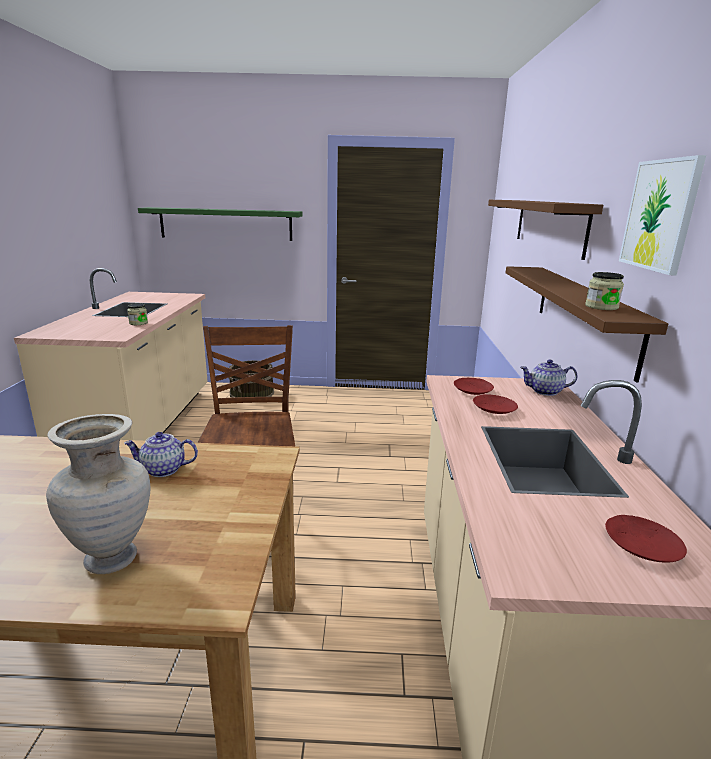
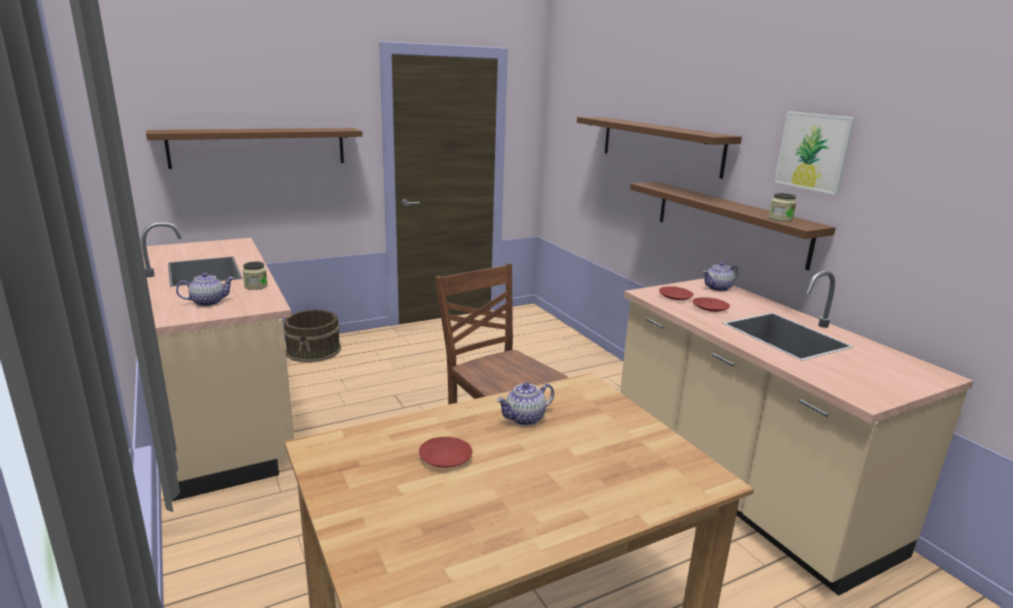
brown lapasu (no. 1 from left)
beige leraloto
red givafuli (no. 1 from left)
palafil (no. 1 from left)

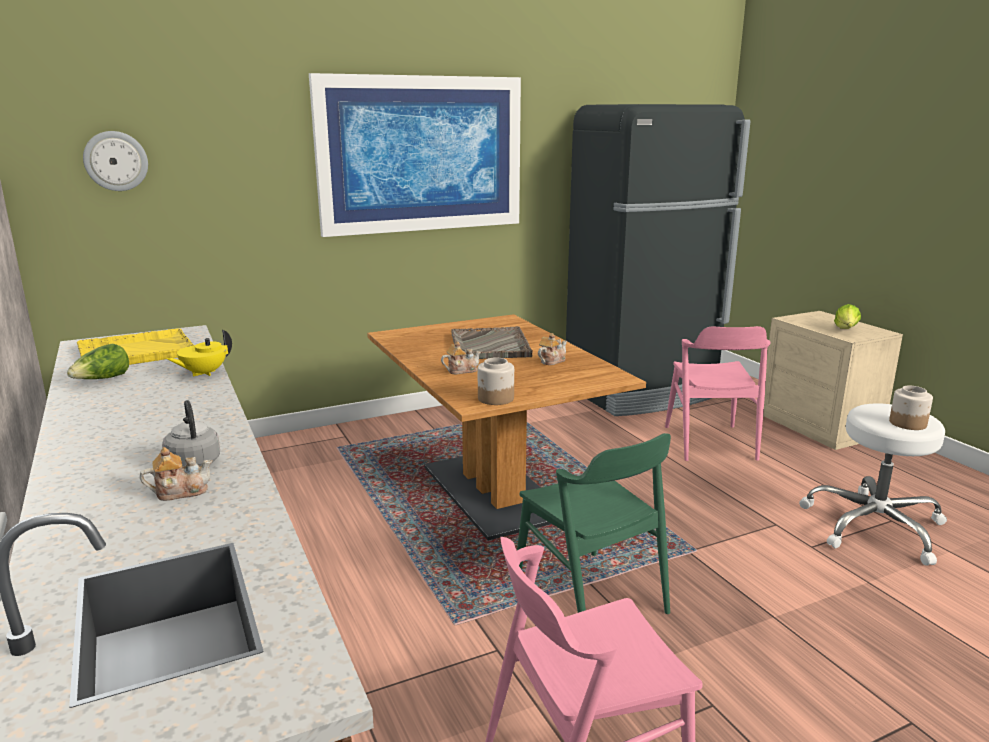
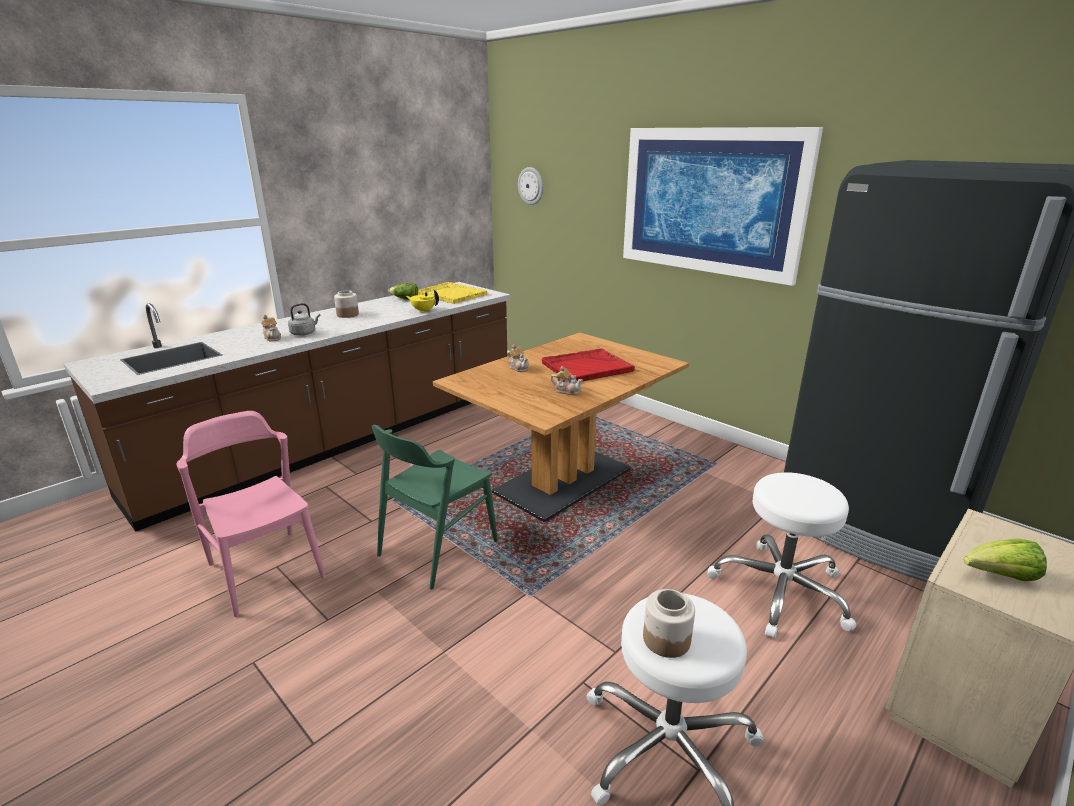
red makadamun
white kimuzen (no. 2 from left)
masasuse (no. 1 from left)

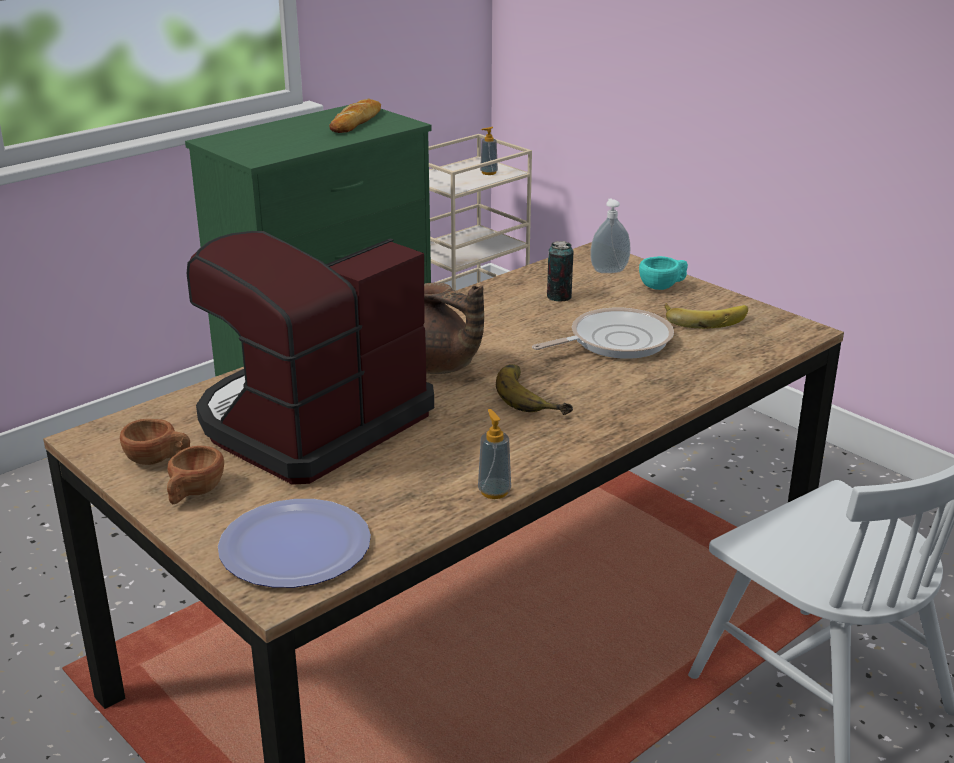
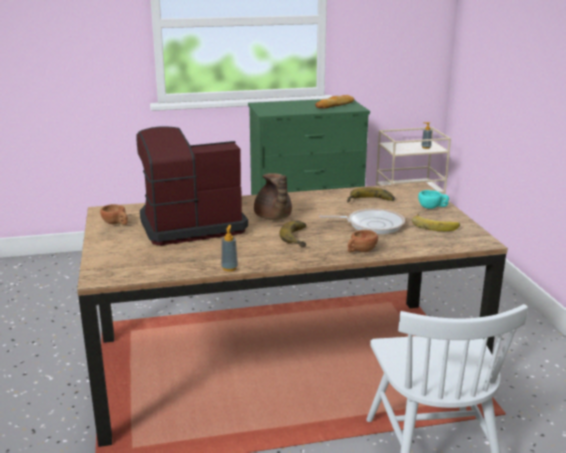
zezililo (no. 3 from left in the first image)
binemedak (no. 2 from left)
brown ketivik (no. 2 from left)
givafuli

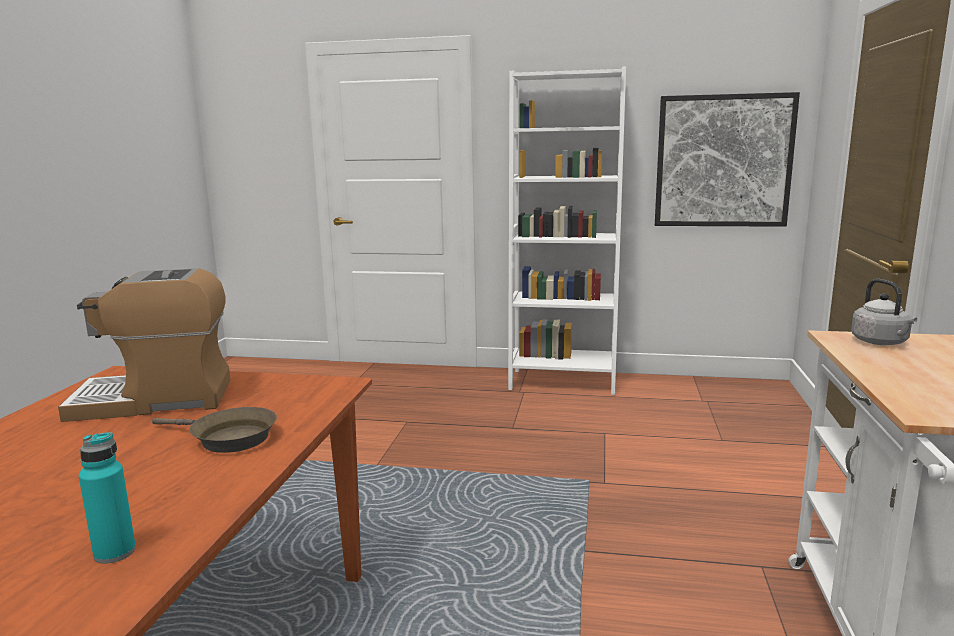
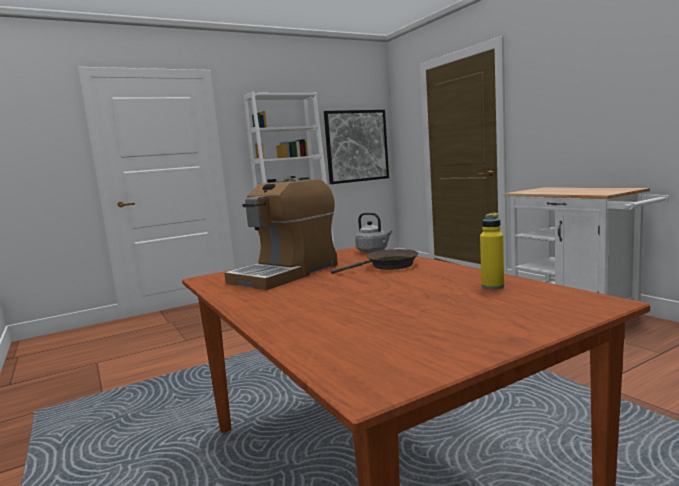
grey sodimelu
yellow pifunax

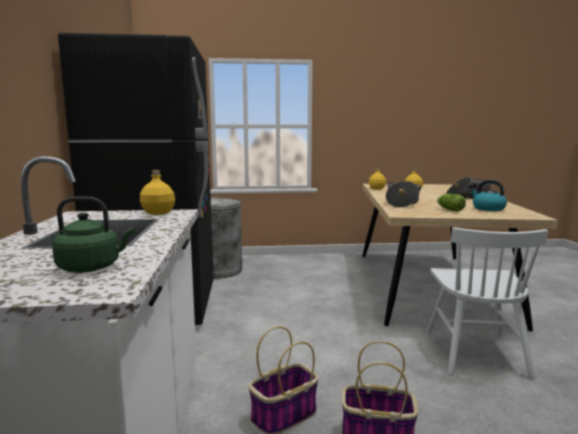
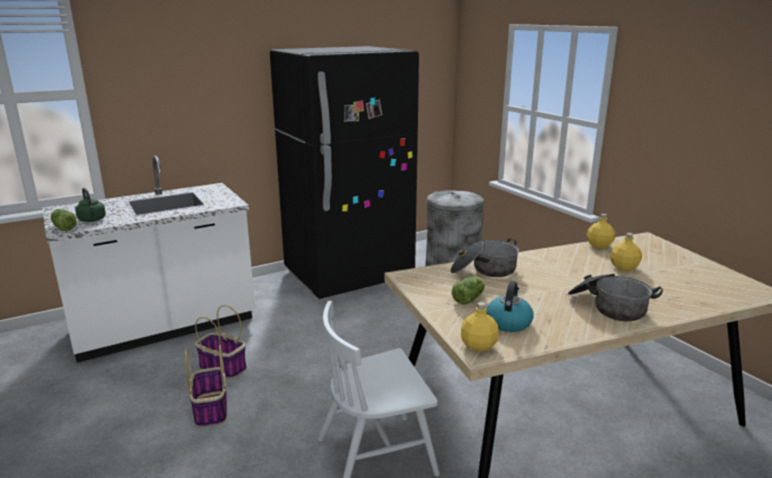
yellow pifunax (no. 1 from left)
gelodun (no. 1 from left)

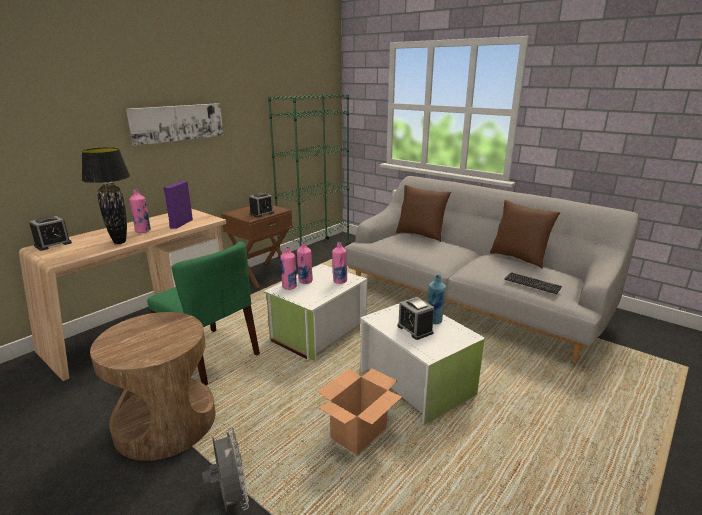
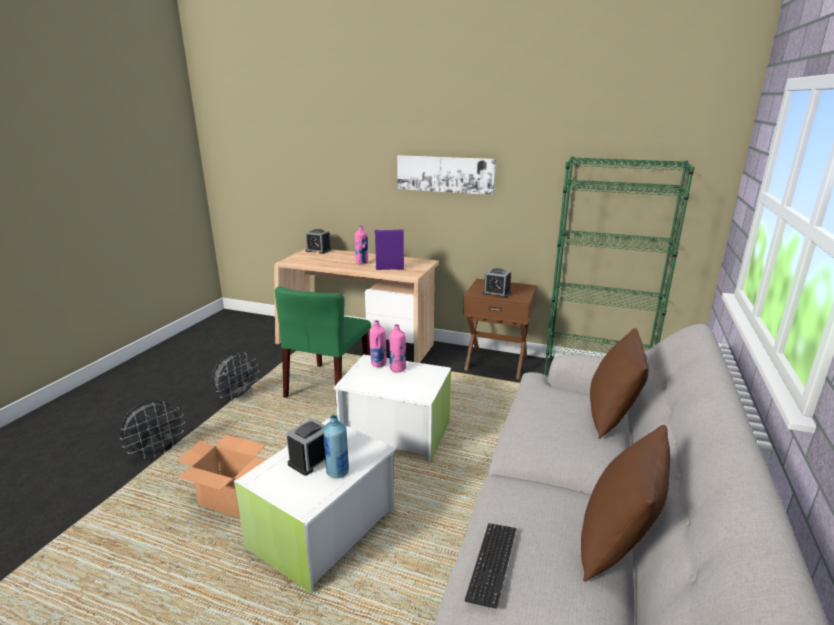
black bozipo
pink pifunax (no. 4 from left in the first image)
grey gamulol (no. 2 from left)

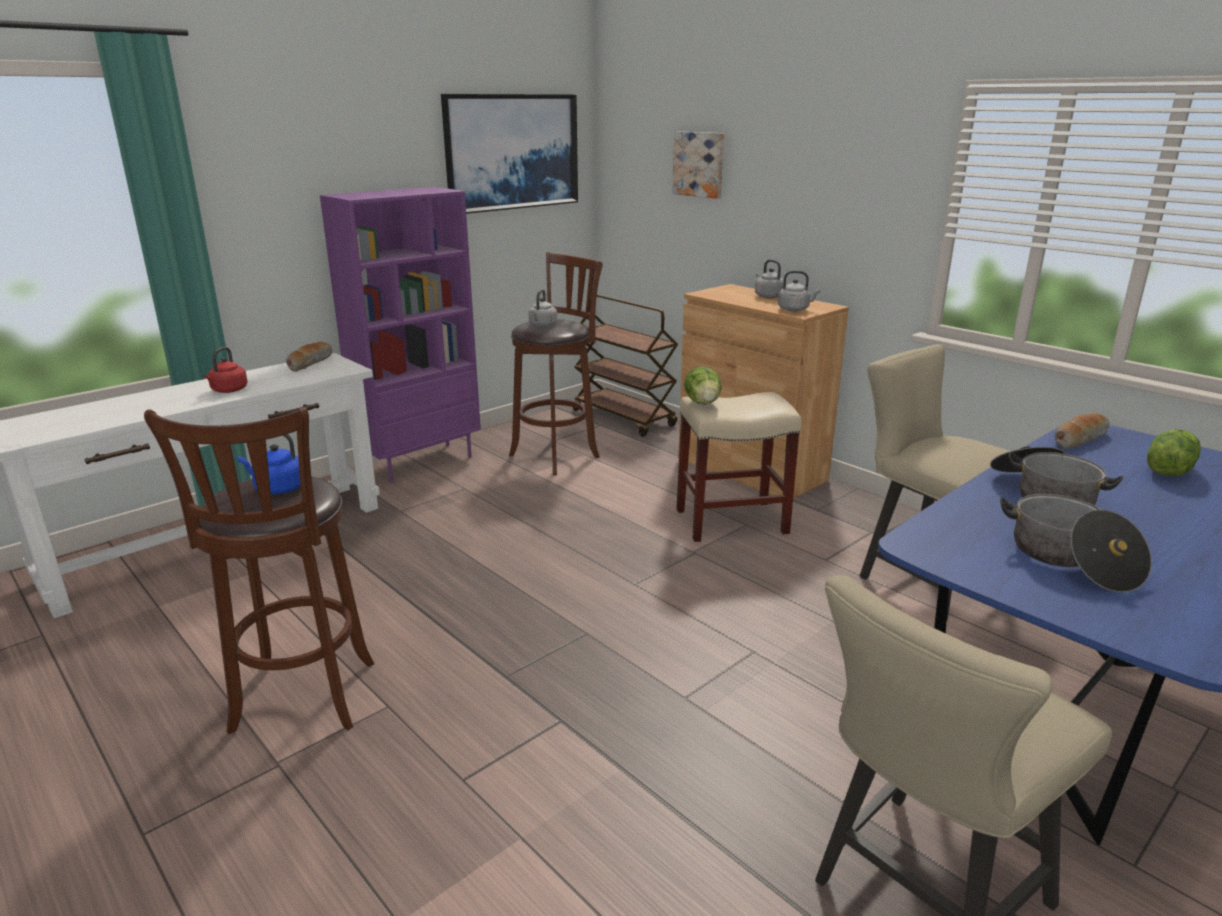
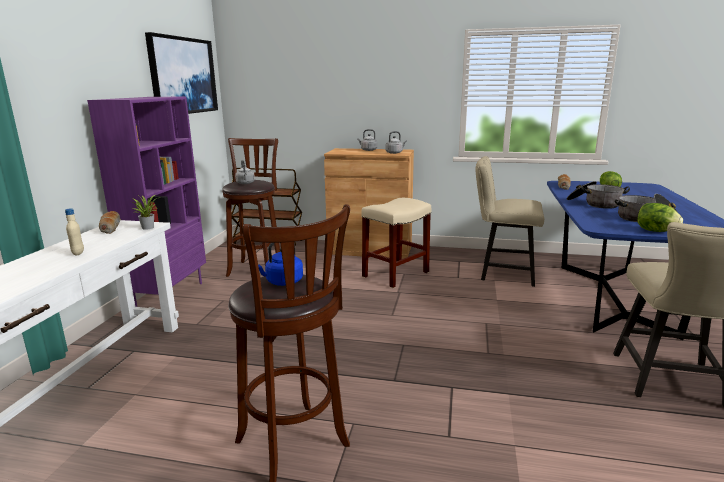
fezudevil (no. 2 from left in the first image)
beige pifunax
gelodun (no. 2 from left)
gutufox

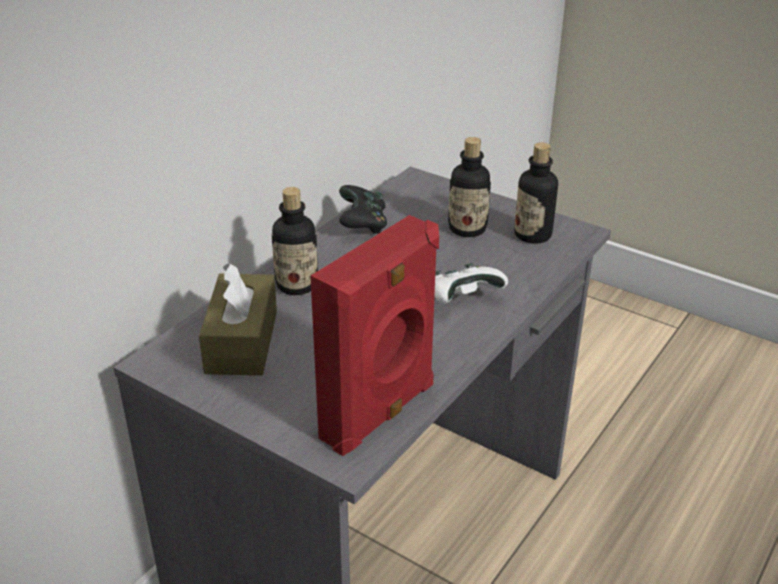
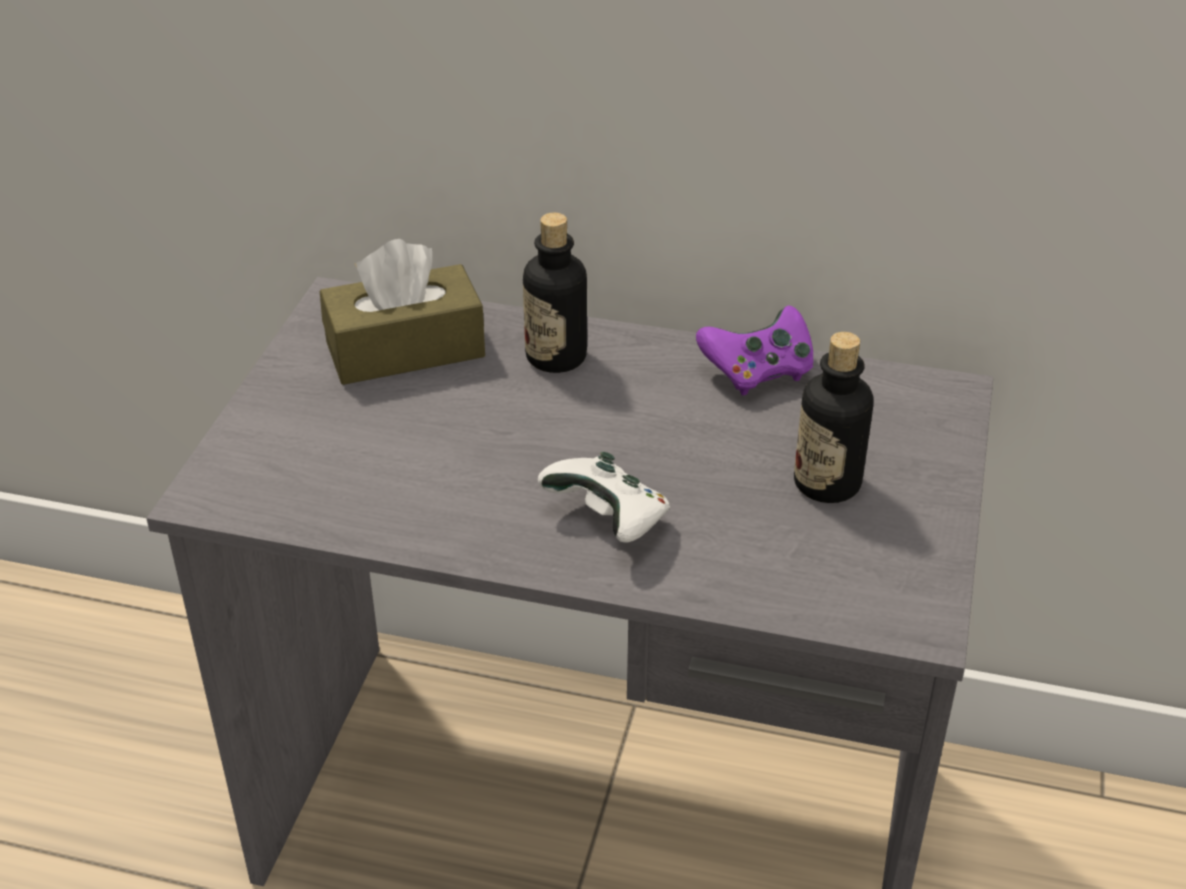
pifunax (no. 3 from left in the first image)
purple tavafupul
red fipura

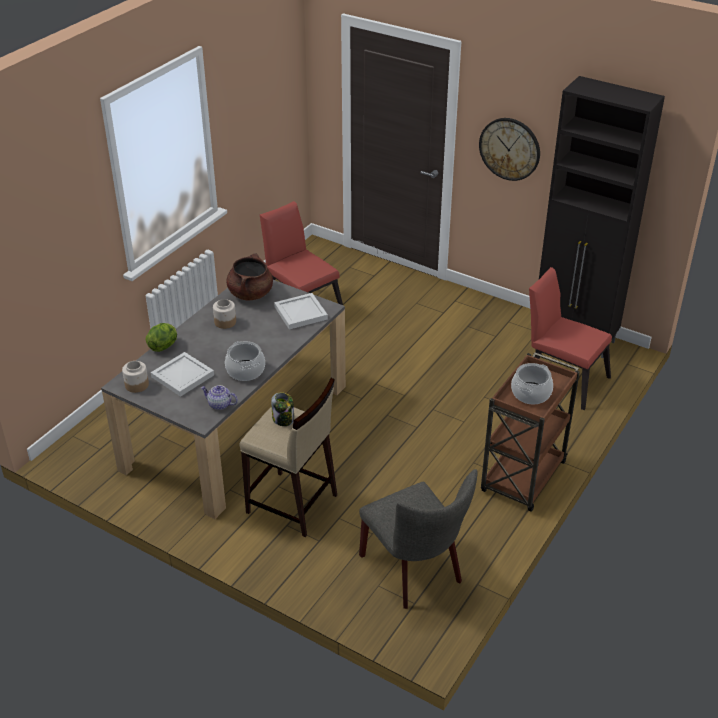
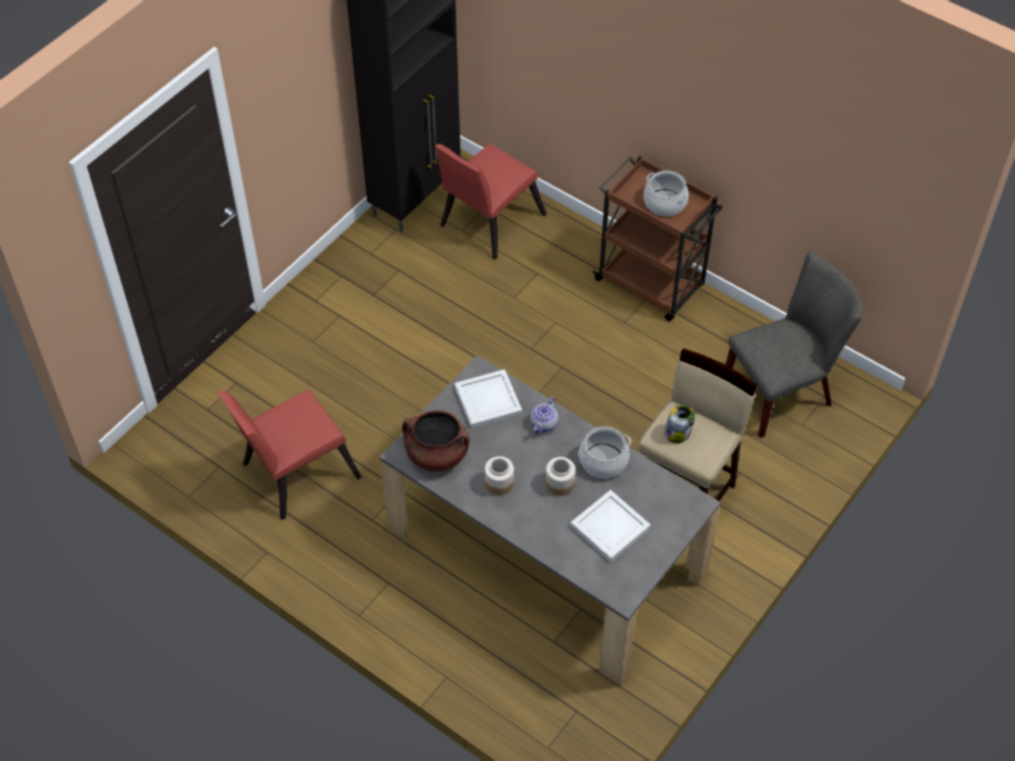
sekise
gelodun
masasuse (no. 2 from left)
palafil

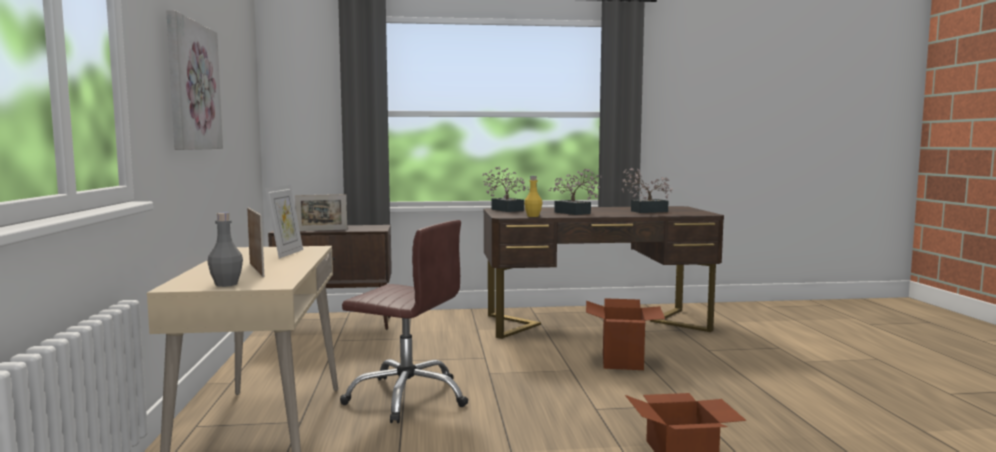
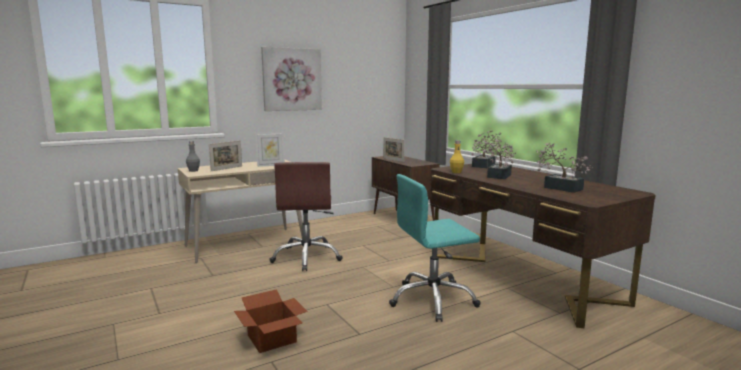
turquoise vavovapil

